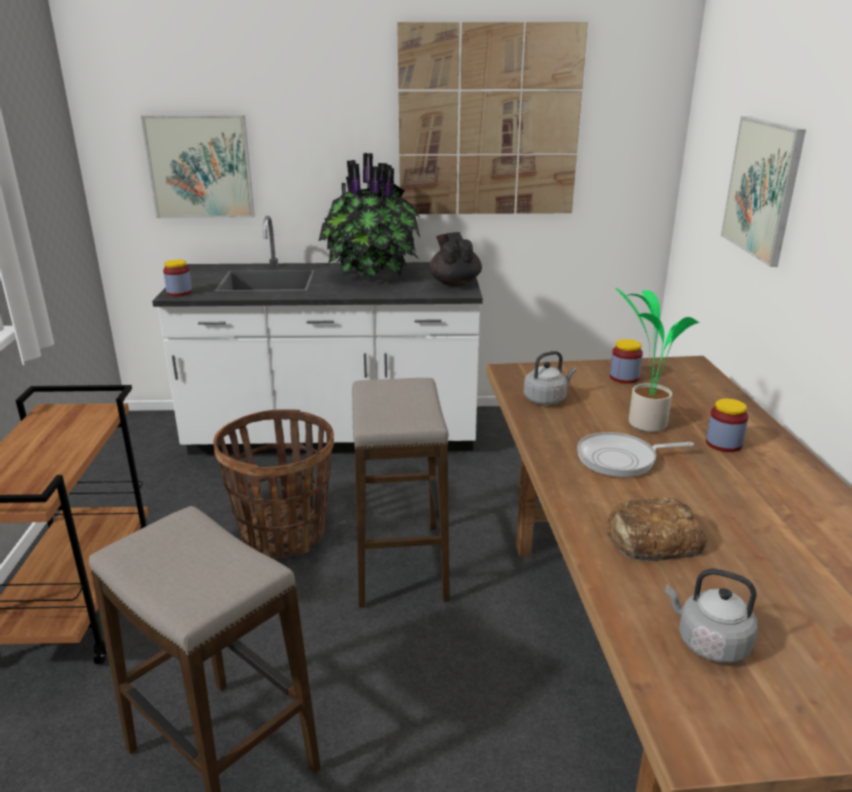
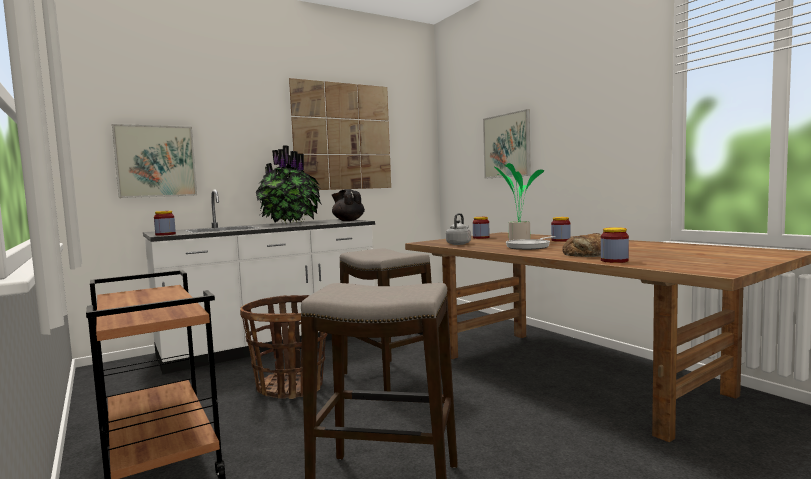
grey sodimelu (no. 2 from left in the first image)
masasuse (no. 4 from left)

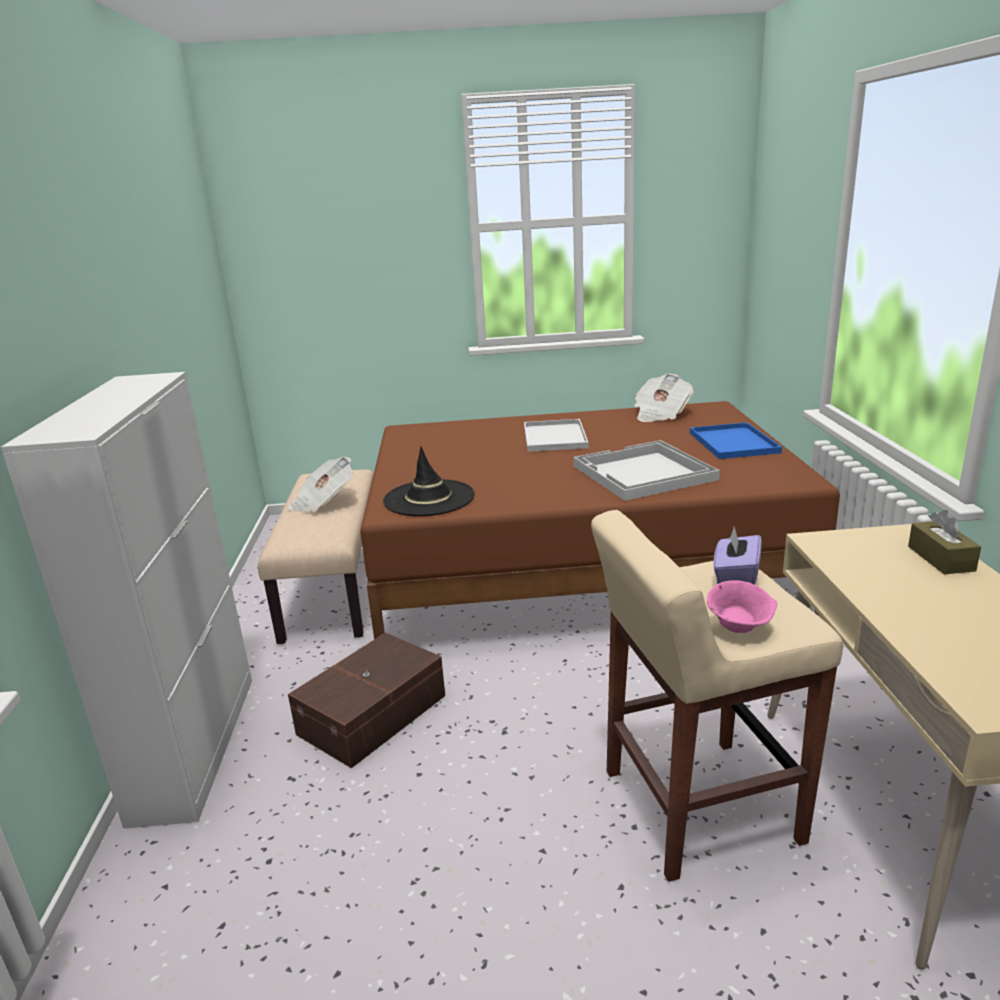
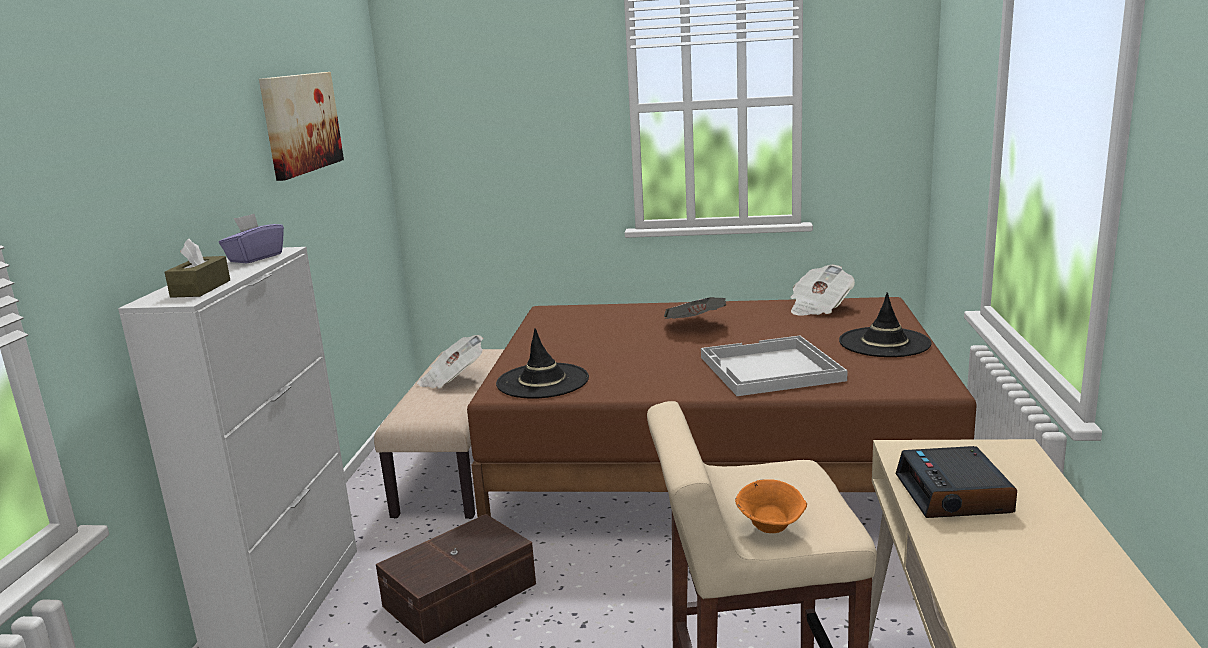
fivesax (no. 2 from left)
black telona (no. 2 from left)
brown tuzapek
purple tuzapek
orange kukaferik
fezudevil
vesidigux

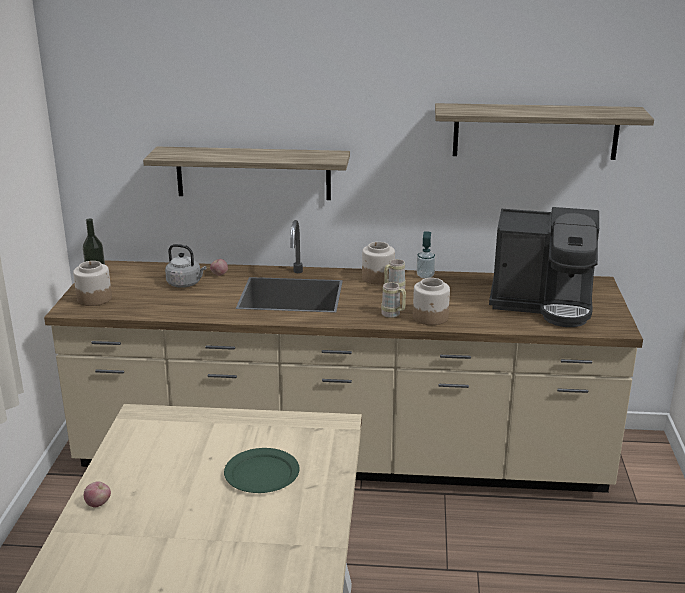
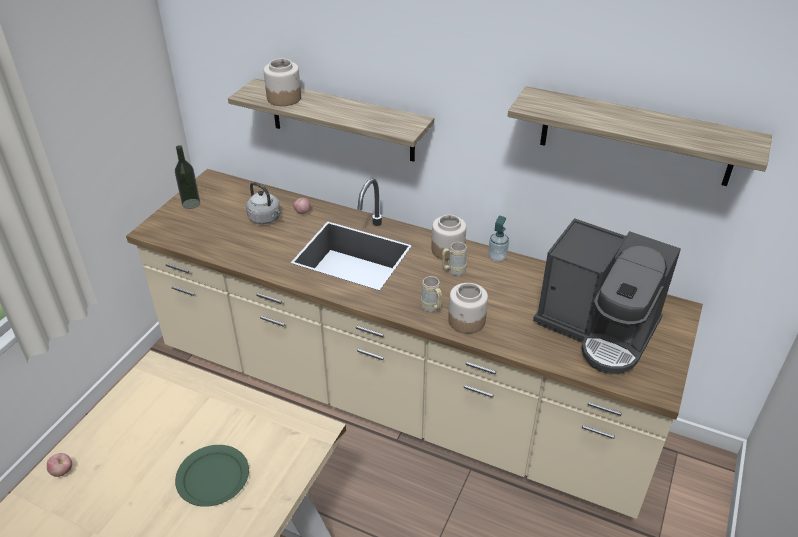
masasuse (no. 1 from left)

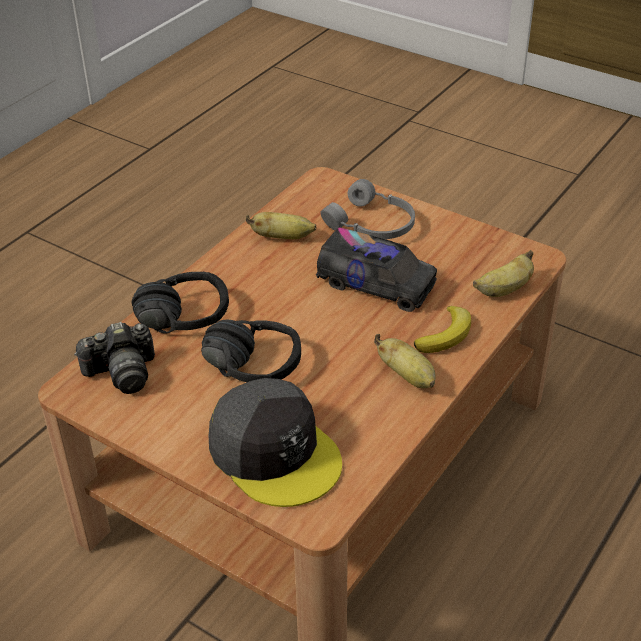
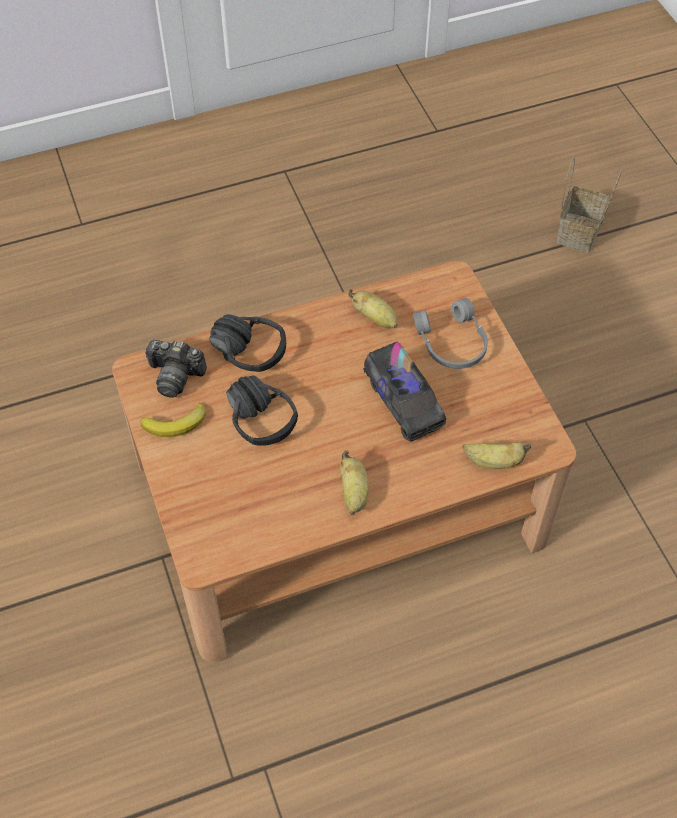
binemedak (no. 1 from left)
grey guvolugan
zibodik

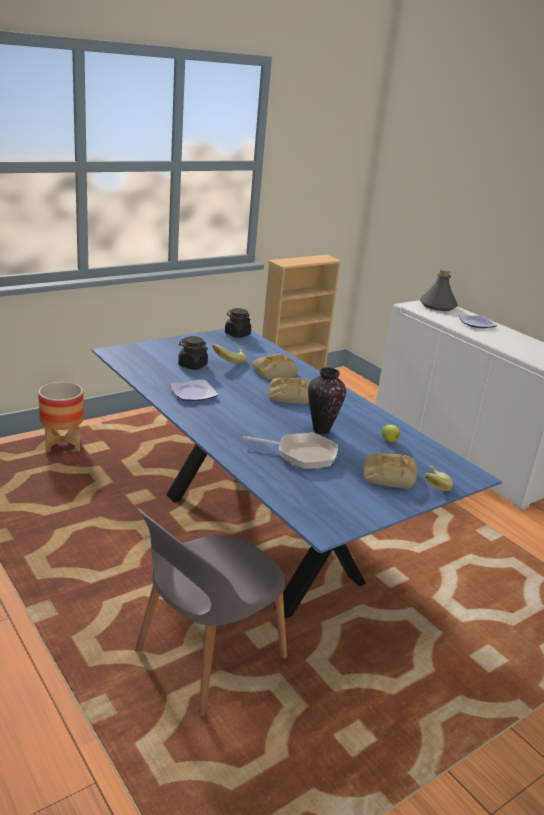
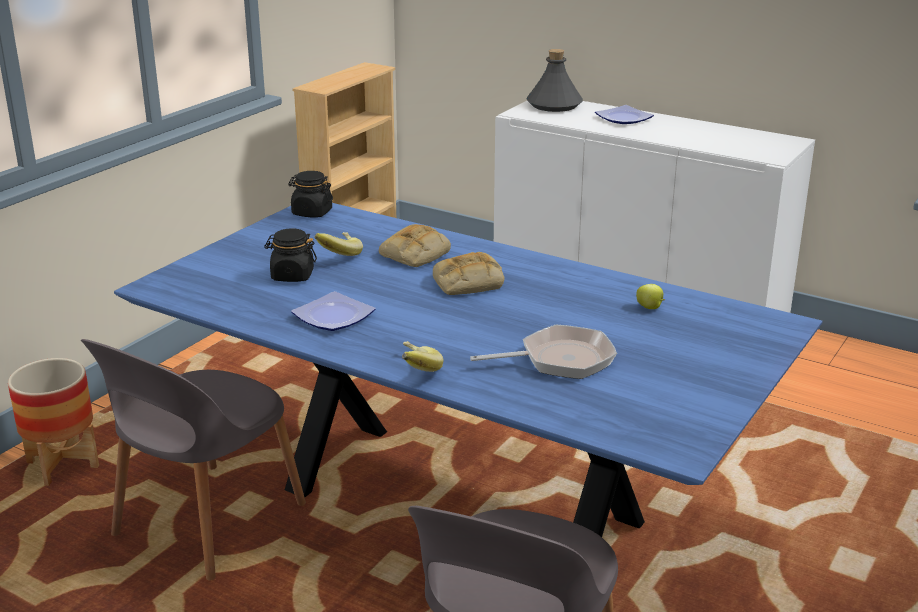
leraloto
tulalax (no. 3 from left in the first image)
binemedak (no. 2 from left)
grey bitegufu (no. 1 from left)

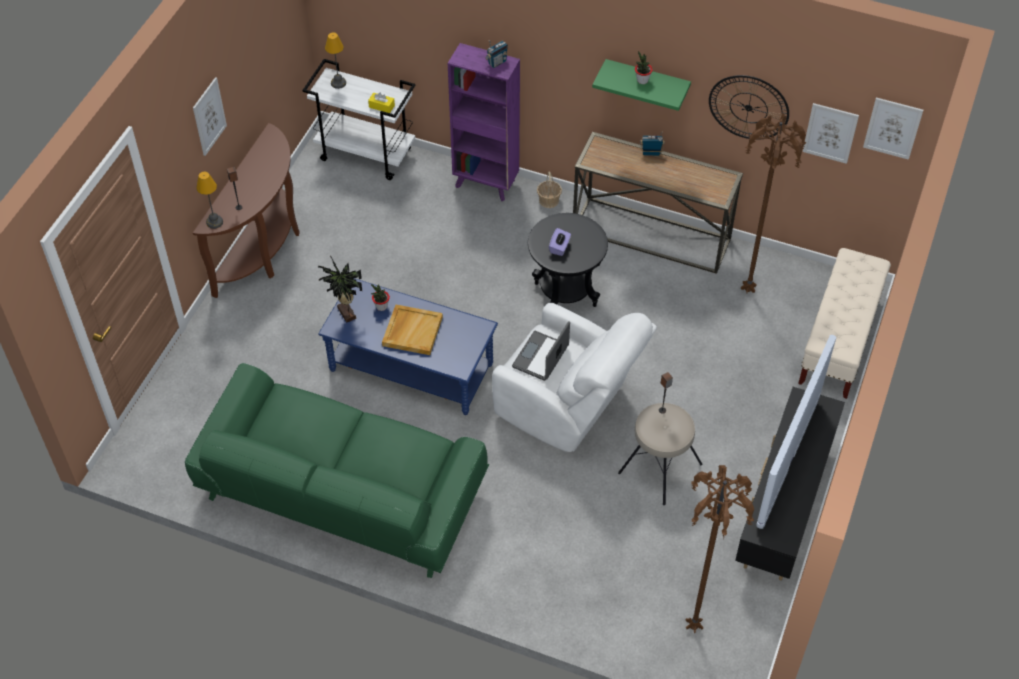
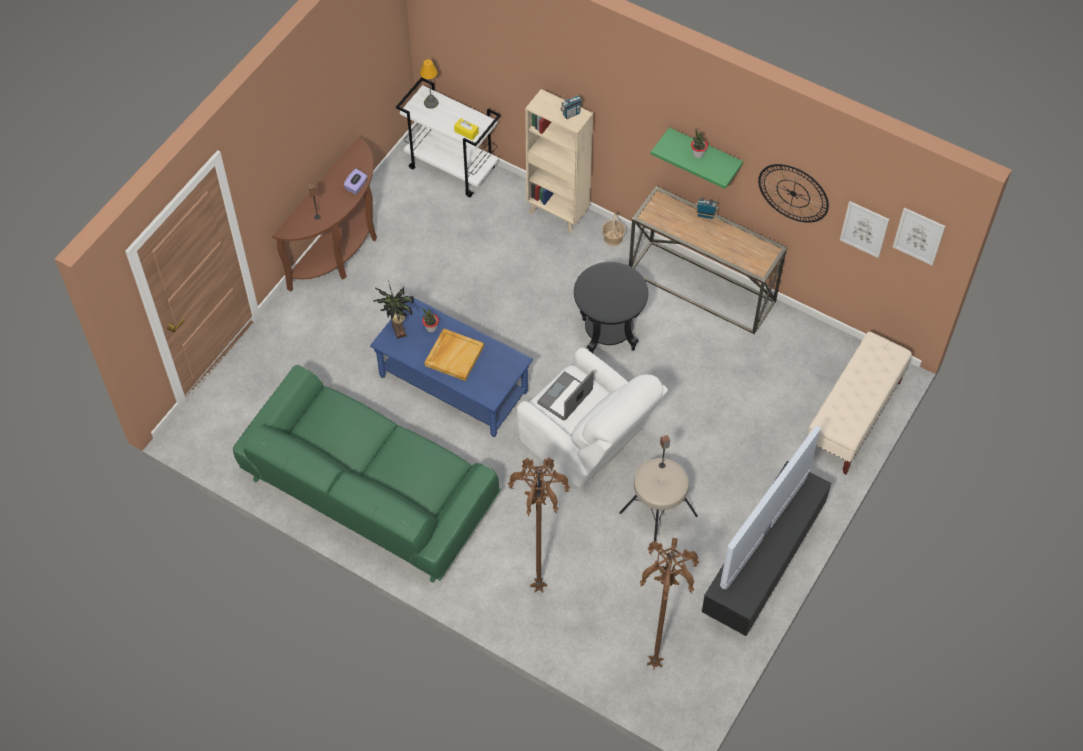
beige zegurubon
fezudevil (no. 1 from left in the first image)
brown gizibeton (no. 1 from left)
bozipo (no. 1 from left in the first image)
purple tuzapek

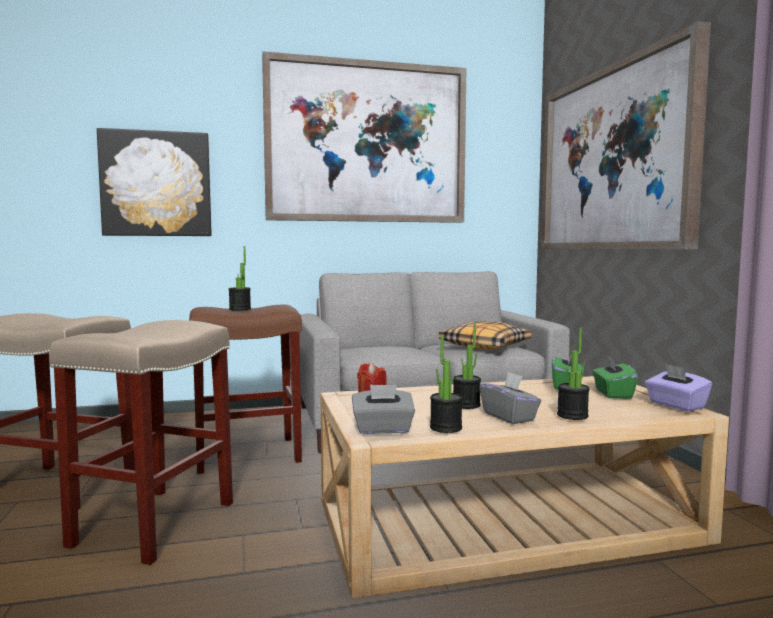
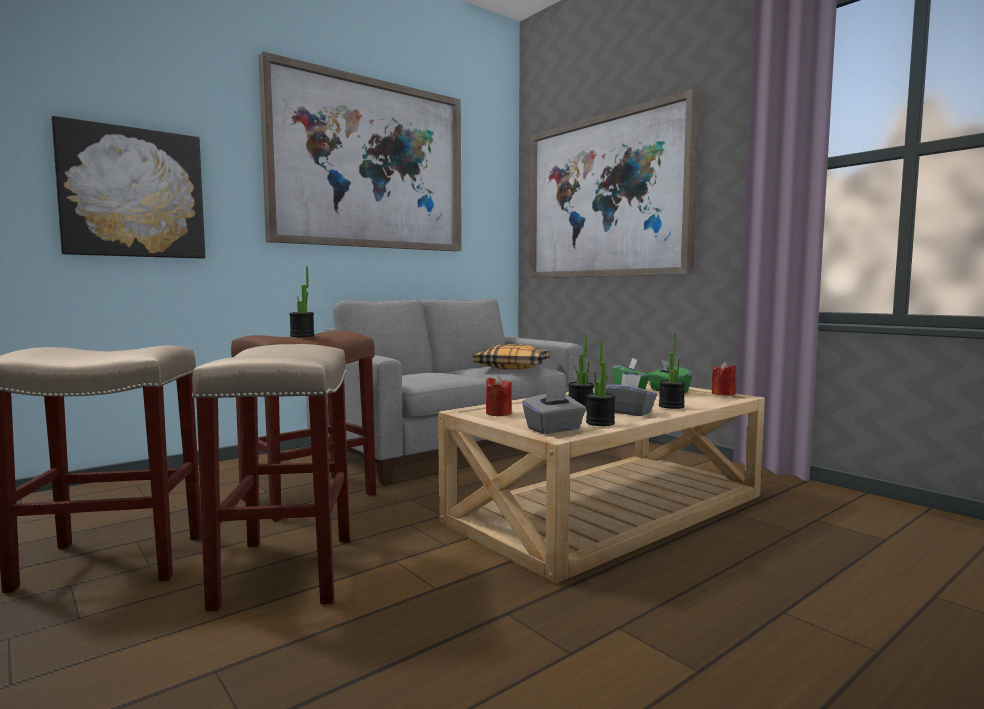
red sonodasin (no. 2 from left)

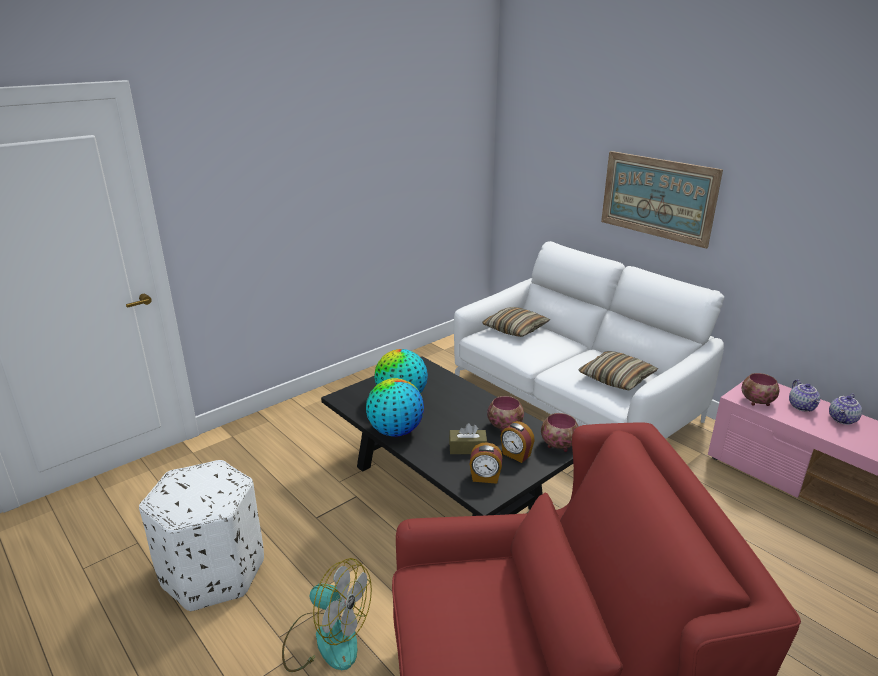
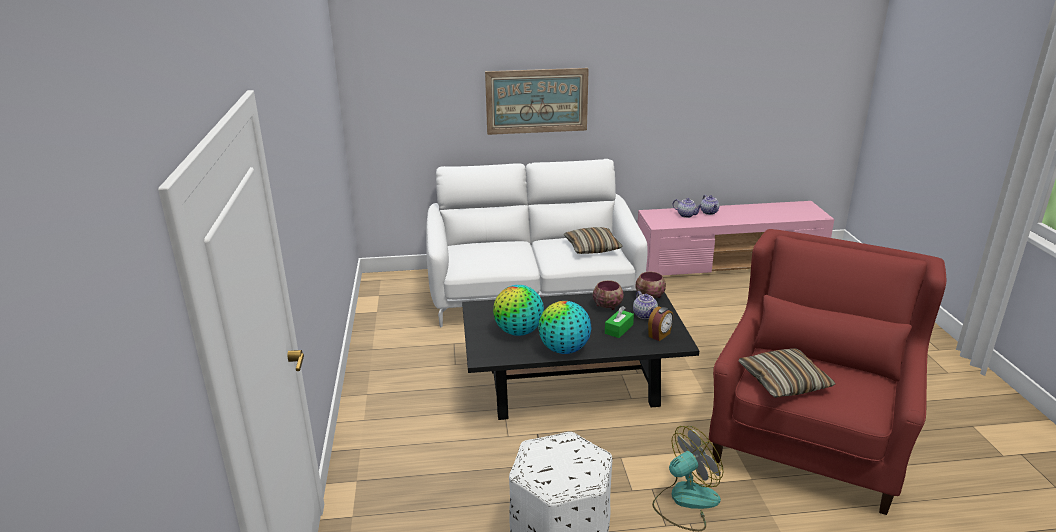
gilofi (no. 2 from left)
kukaferik (no. 3 from left in the first image)
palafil (no. 1 from left)
green tuzapek

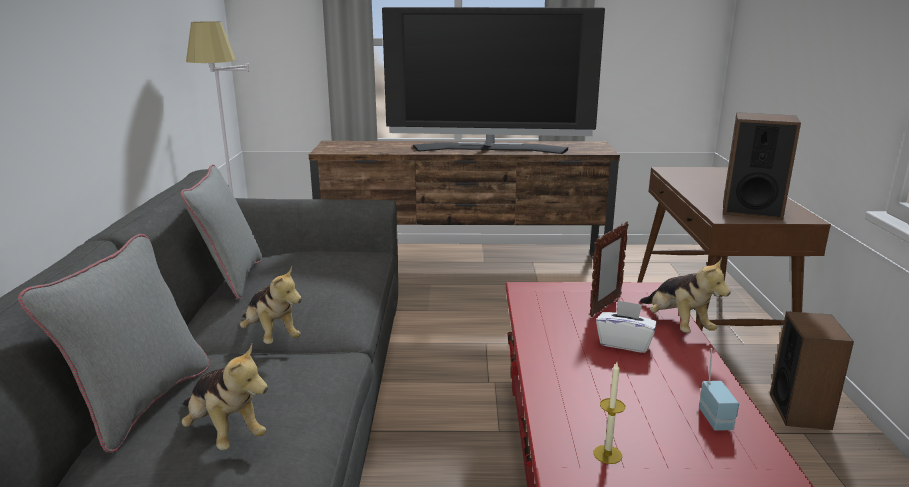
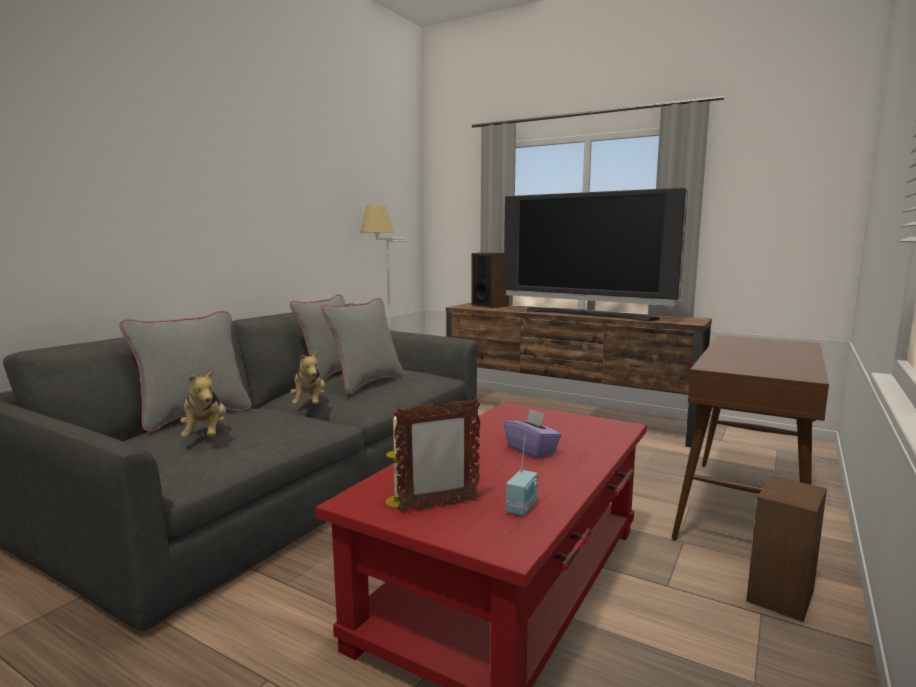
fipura (no. 1 from left)
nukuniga
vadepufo (no. 3 from left in the first image)
purple tuzapek
grey gilofi (no. 3 from left)

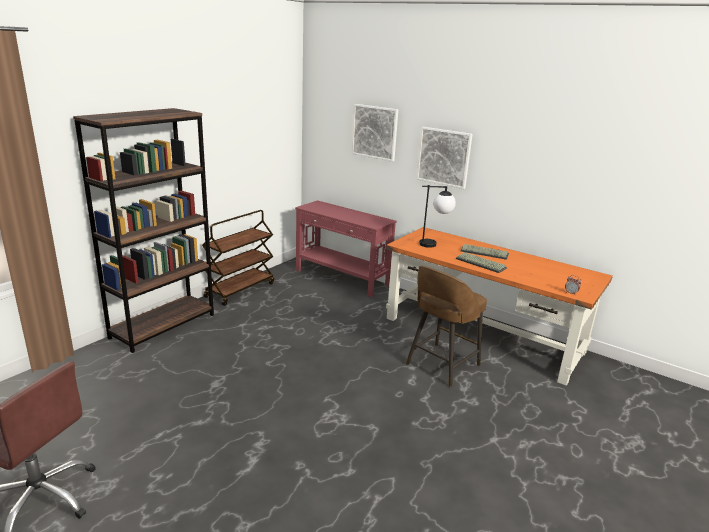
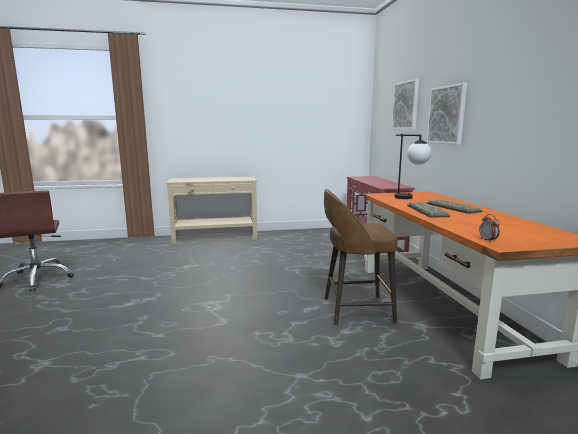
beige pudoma
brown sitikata

